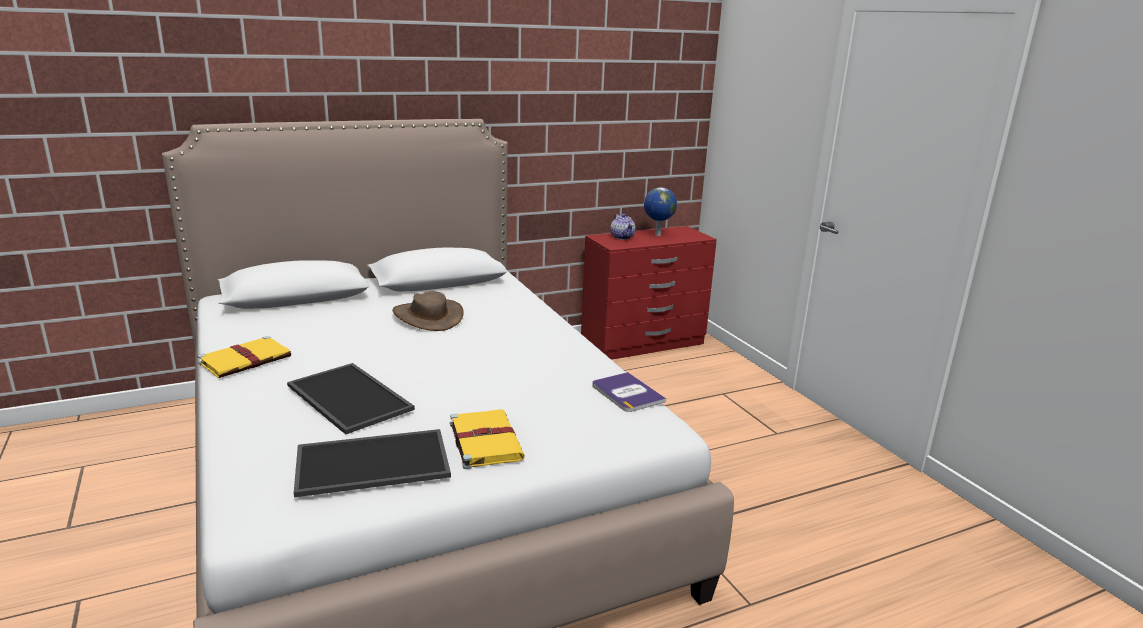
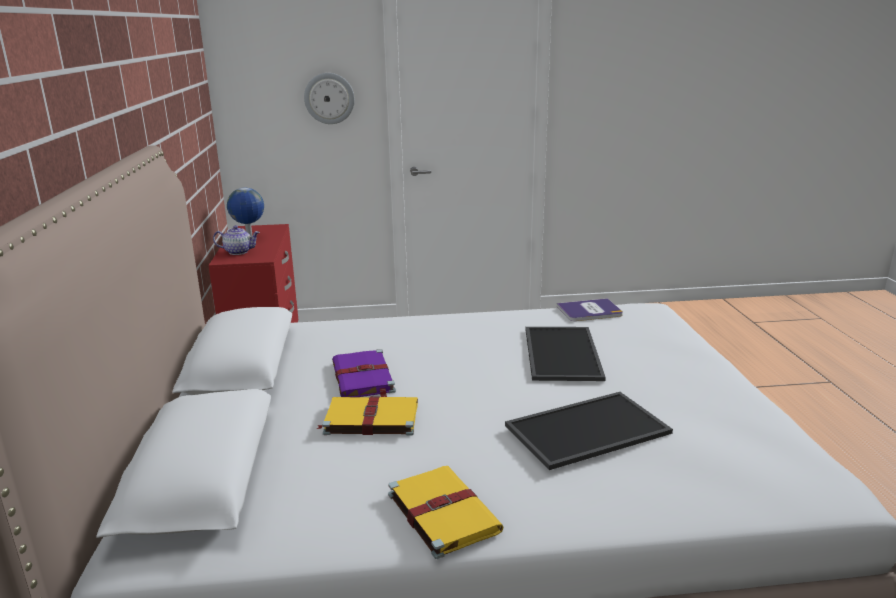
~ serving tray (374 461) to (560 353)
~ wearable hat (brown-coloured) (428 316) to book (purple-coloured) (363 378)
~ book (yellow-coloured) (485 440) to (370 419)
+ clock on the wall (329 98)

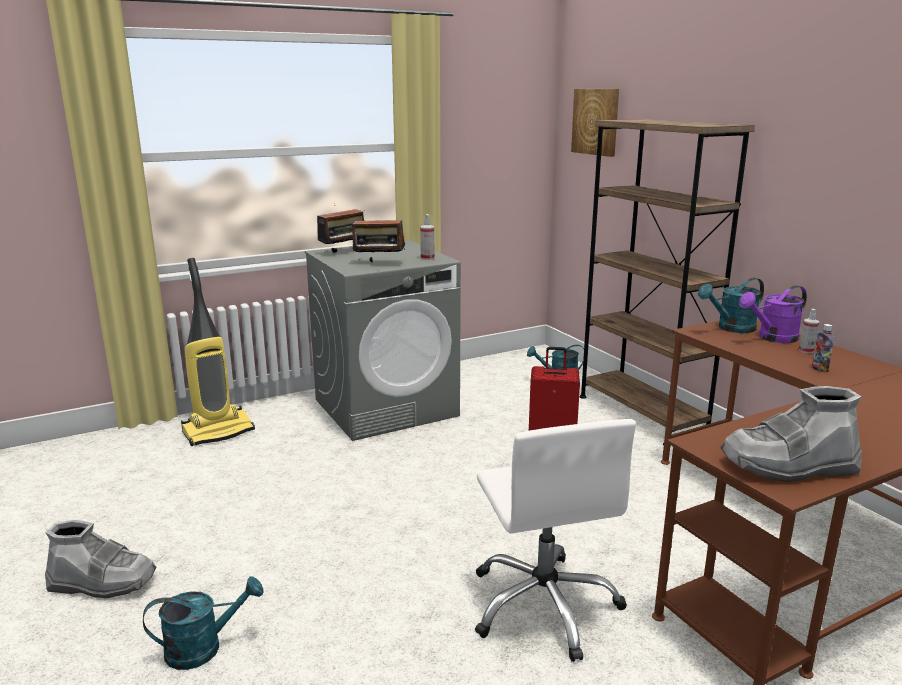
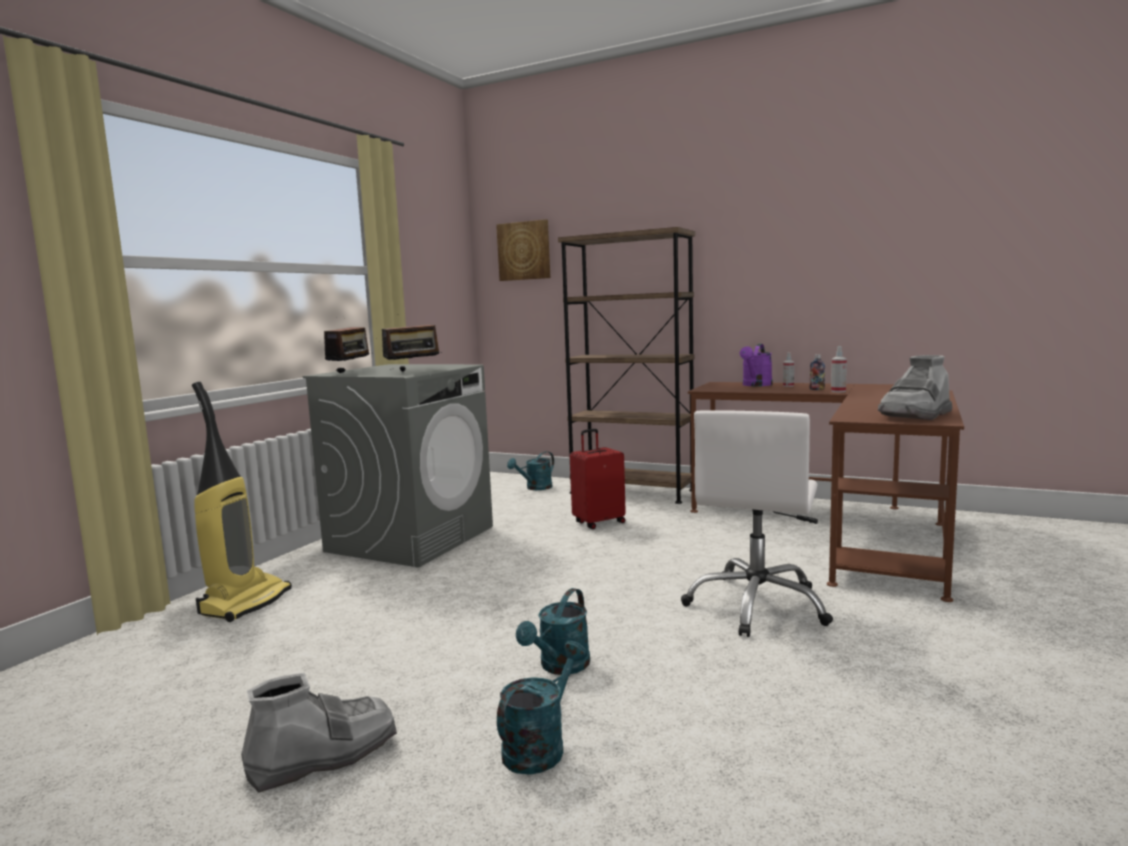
~ sprayer (427 258) to (838 391)
~ computer chair (whitish) (544 605) = (757 605) 75 degrees clockwise
~ sprinkling can (blue-green) (731 328) to (560 667)

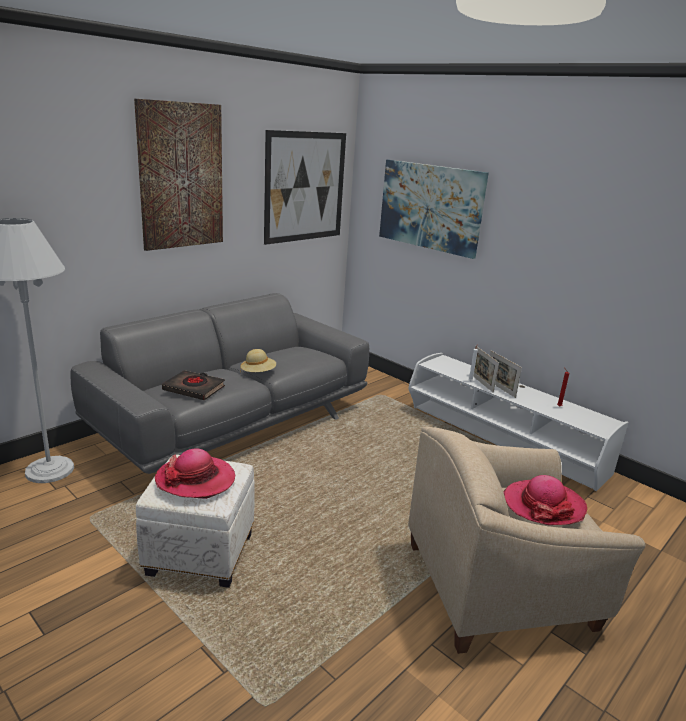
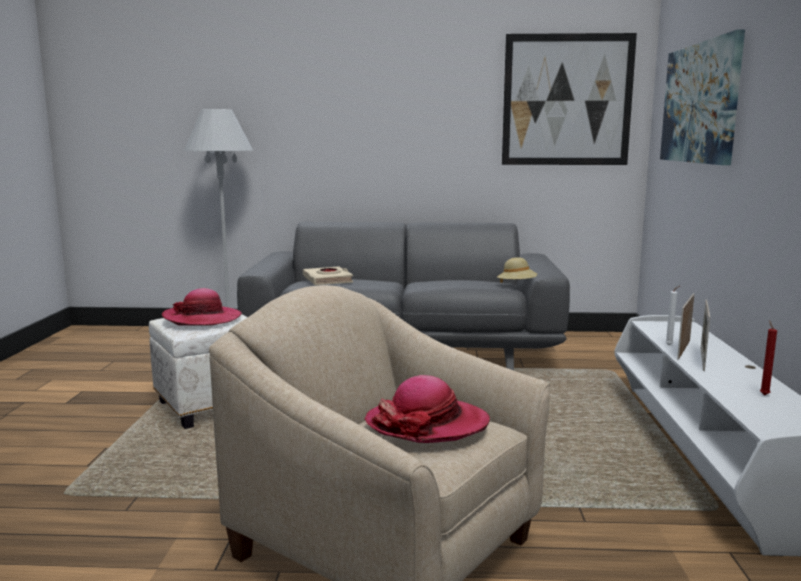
- picture (181 176)
~ book (black) (194 389) to book (beige) (328 280)
~ wearable hat (beige) (258 373) to (517 286)

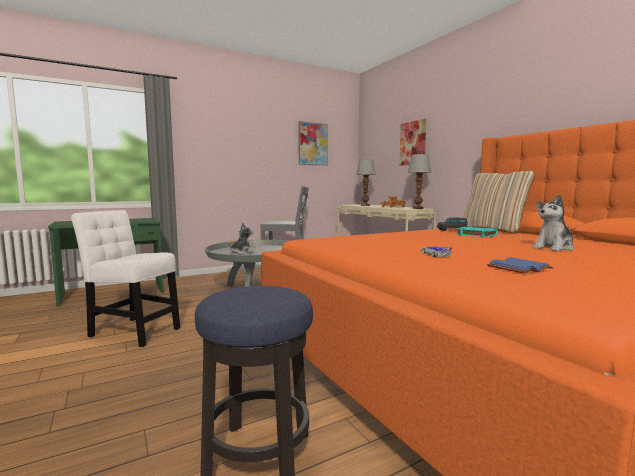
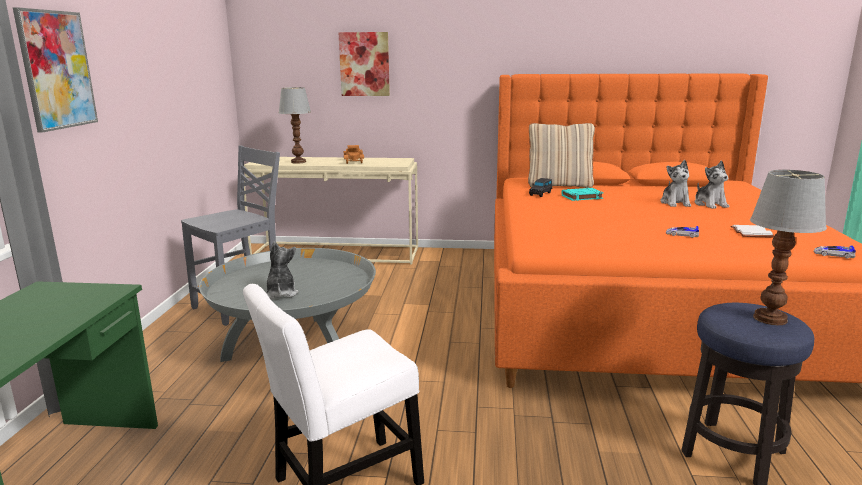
~ picture (313 144) to (57 70)
~ lamp for a table (418 208) to (770 318)
~ book (blue-coloured) (520 268) to book (whitish) (753 233)
+ cuddly toy (710 204)
+ miniature car (833 254)

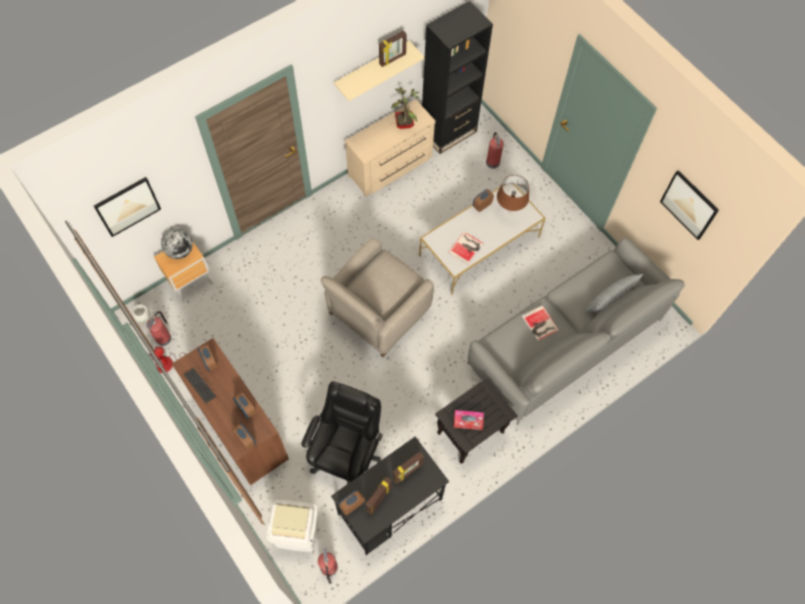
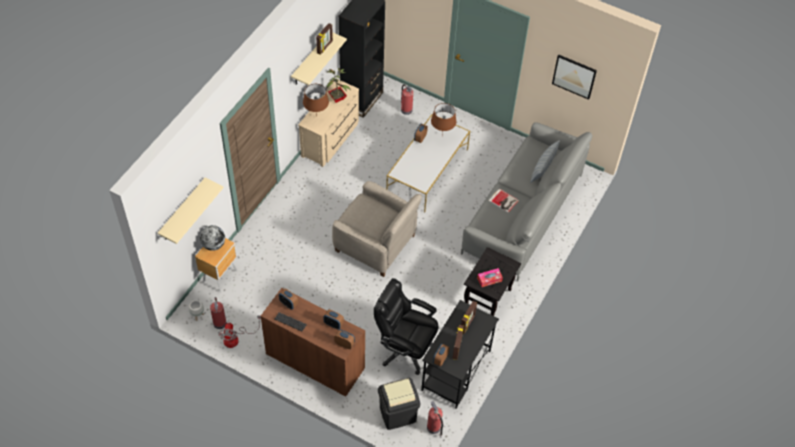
~ picture (127 206) to wall shelf (beige) (182 210)
~ waste bin (whitish) (297 532) to waste bin (black) (397 414)
~ computer chair (black) (346 454) = (405 348) 60 degrees counterclockwise
~ lounge chair (beige) (377 312) = (376 244) 75 degrees counterclockwise
- book (466 248)
+ lamp for a table (brown-coloured) (316 117)

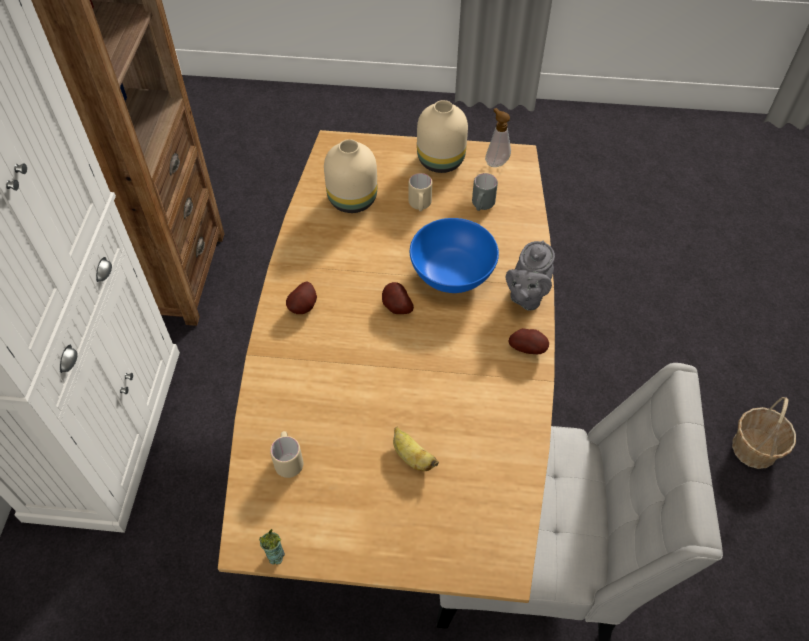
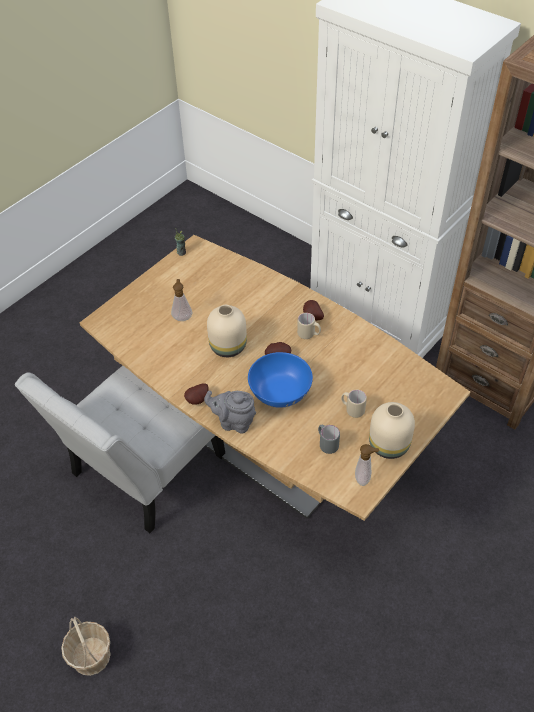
~ coffee mug (beige) (288 460) to (309 334)
~ vase (beige) (354 199) to (228 347)
~ banana fruit (412 457) to soap bottle (182 317)
~ pot for tea (greyish) (526 296) = (234 422) 45 degrees counterclockwise

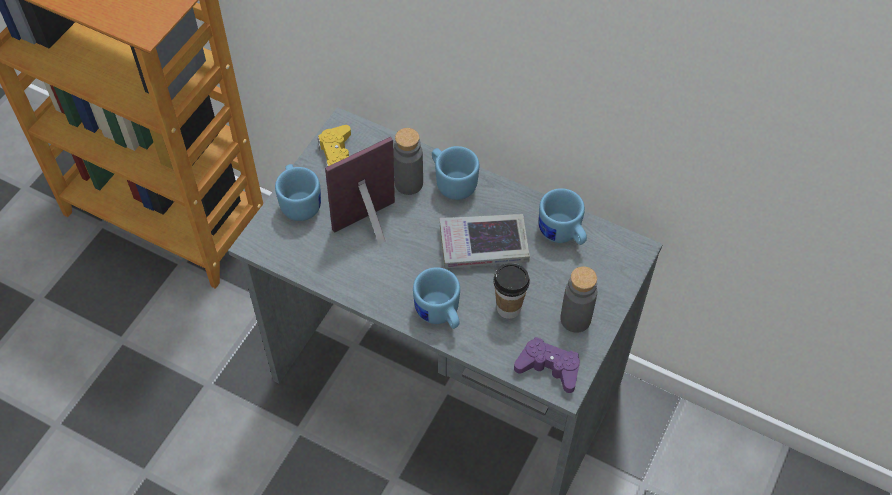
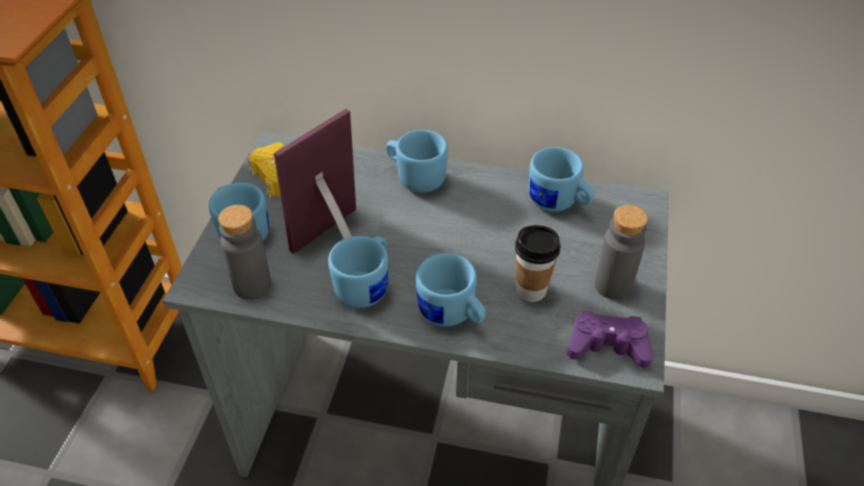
~ drink bottle (greyish) (408 183) to (252 285)
- book (483 245)
+ coffee mug (blue-coloured) (367 285)

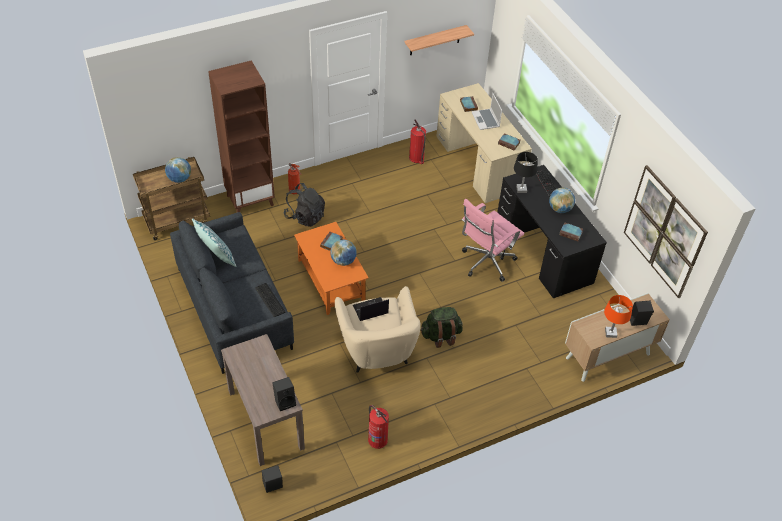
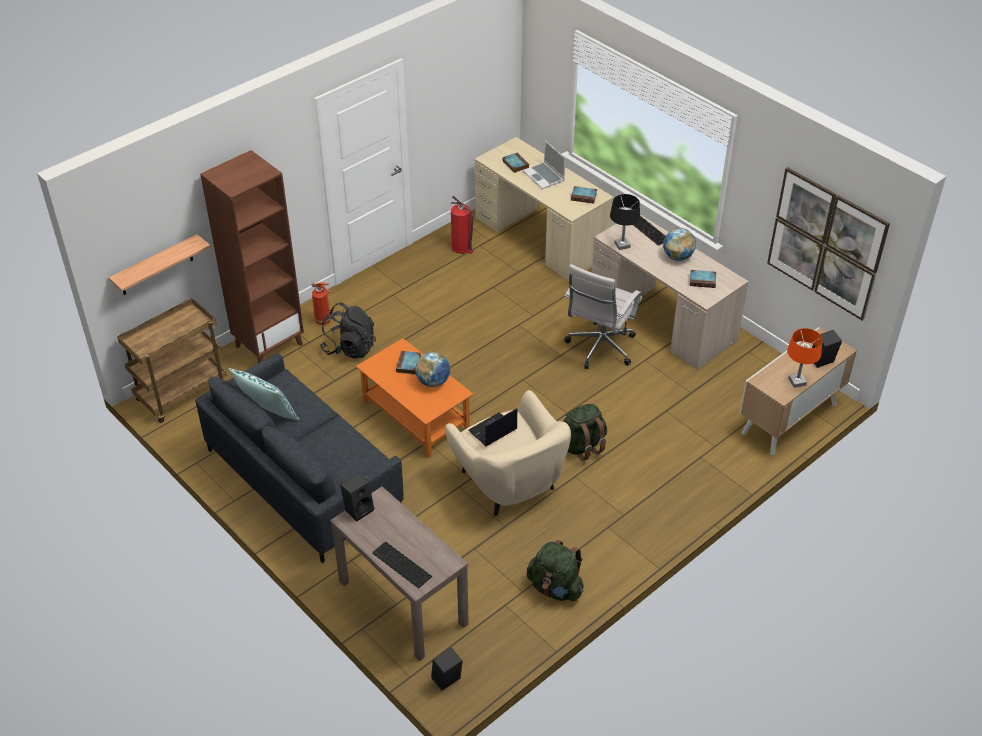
- desk globe (179 179)
~ keyboard (269 300) to (401 566)
~ speaker (black) (285 401) to (358 509)
~ fire extinguisher (377 439) to rucksack (green) (555 588)
~ wall shelf (435 40) to (156 266)
~ computer chair (pink) (486 263) to computer chair (whitish) (599 349)
~ desk table (black) (543 251) to desk table (beige) (662 319)

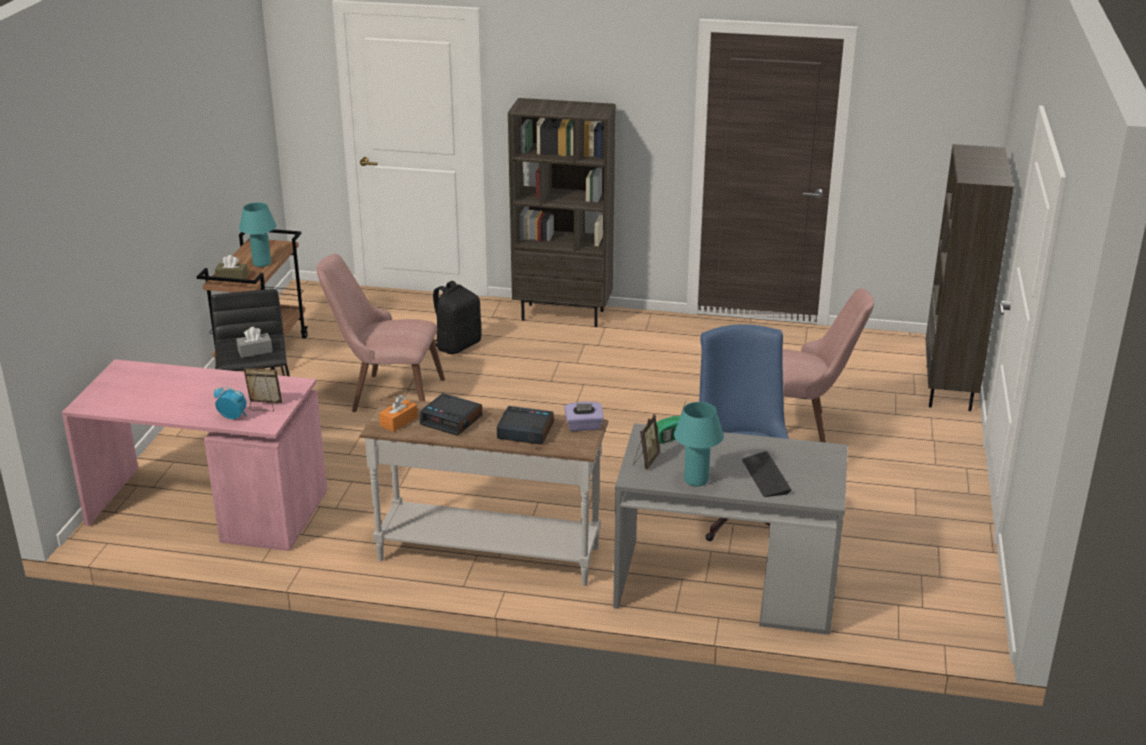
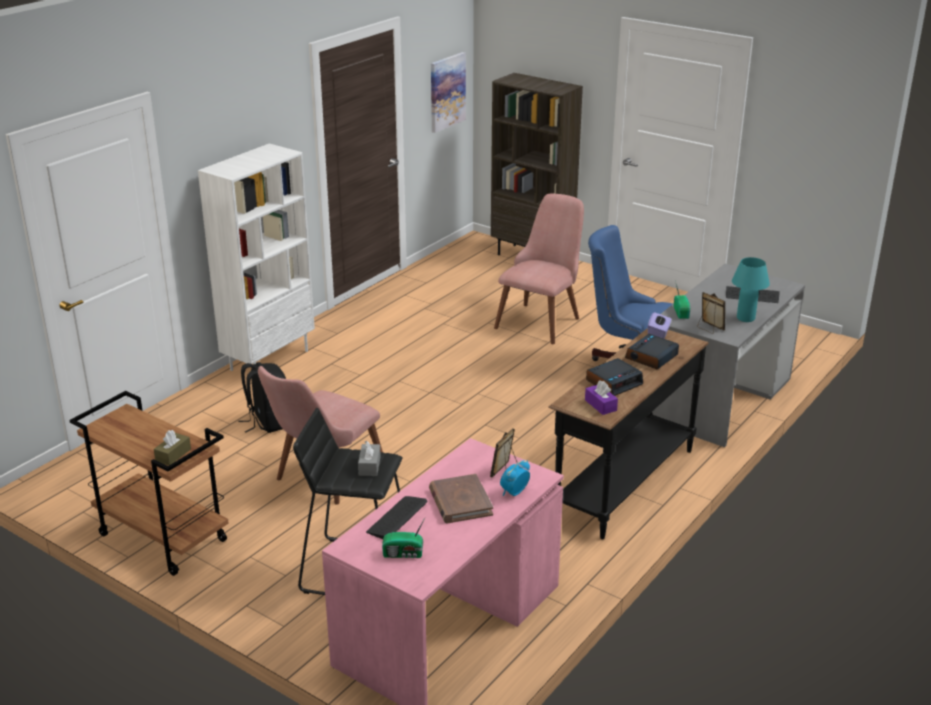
- lamp for a table (blue-green) (262 263)
~ hall table (whitish) (489 553) to hall table (black) (623 483)
~ tissue holder (orange) (398 421) to tissue holder (purple-coloured) (600 405)
~ bookcase (brown-coloured) (563 315) to bookcase (whitish) (269 360)
+ keyboard (397 518)
+ radio set (404 554)
+ book (brown-coloured) (460 502)
+ picture (447 92)

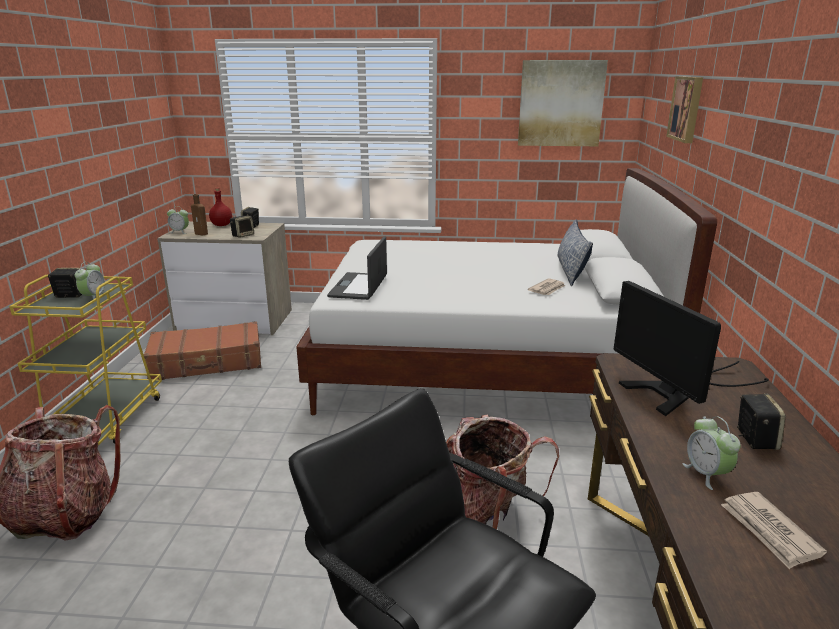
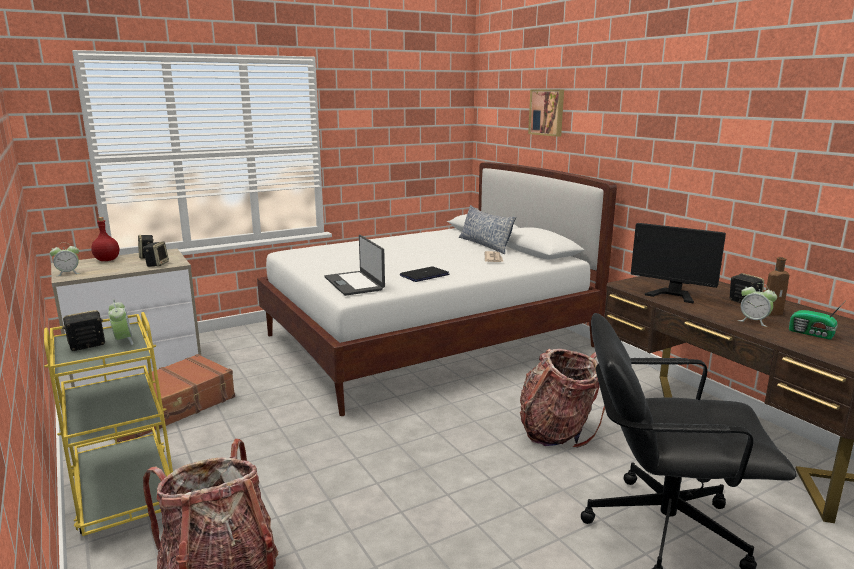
~ drink bottle (brown-coloured) (202 234) to (773 313)
- picture (560 103)
~ newspaper (769 531) to radio set (812 334)
+ notebook computer (424 275)

